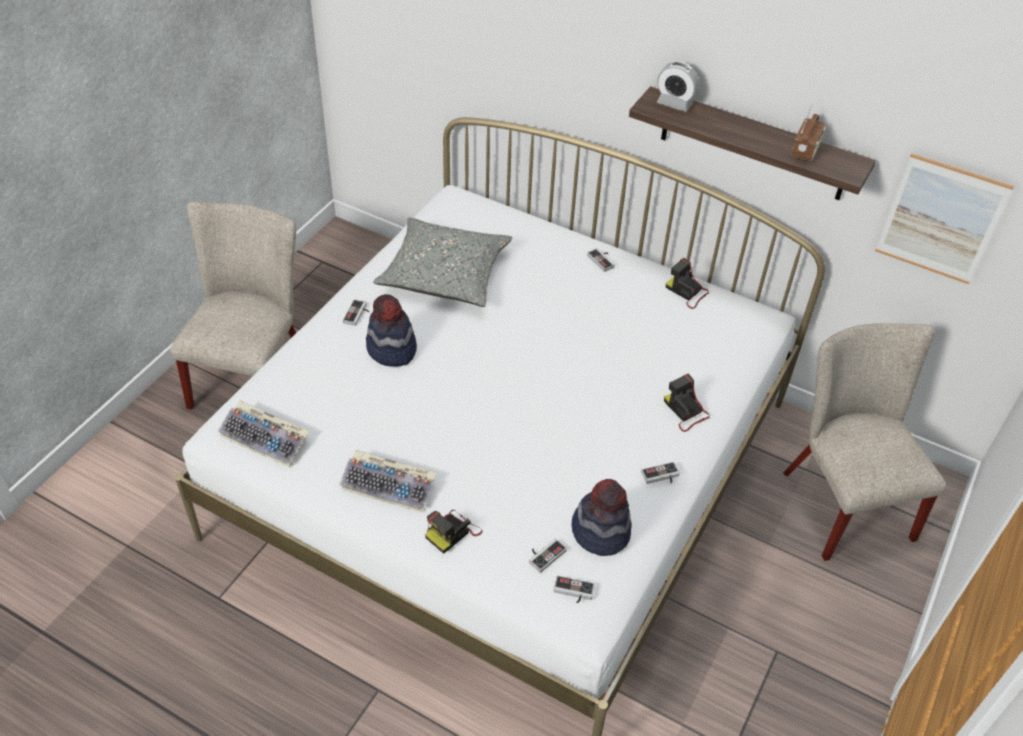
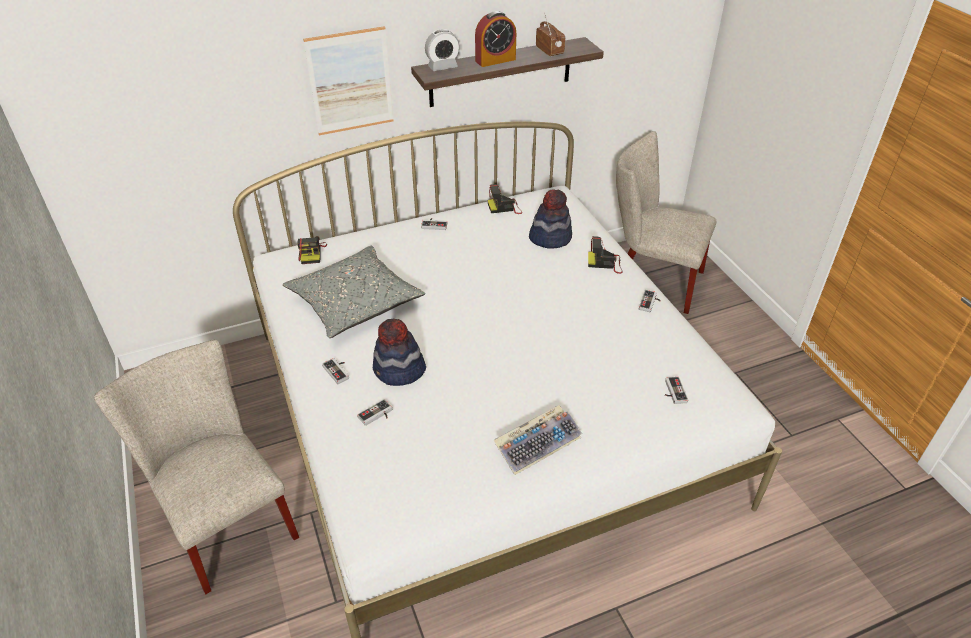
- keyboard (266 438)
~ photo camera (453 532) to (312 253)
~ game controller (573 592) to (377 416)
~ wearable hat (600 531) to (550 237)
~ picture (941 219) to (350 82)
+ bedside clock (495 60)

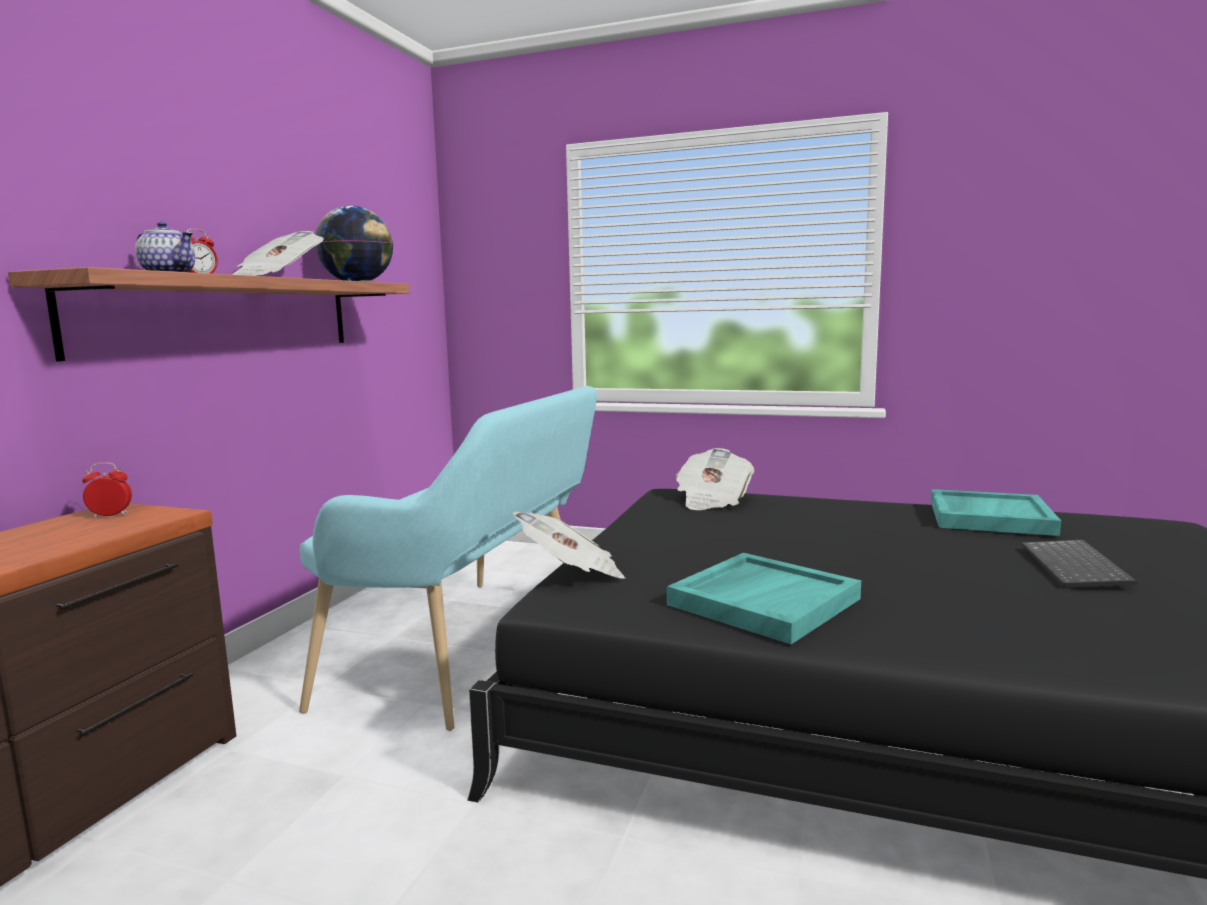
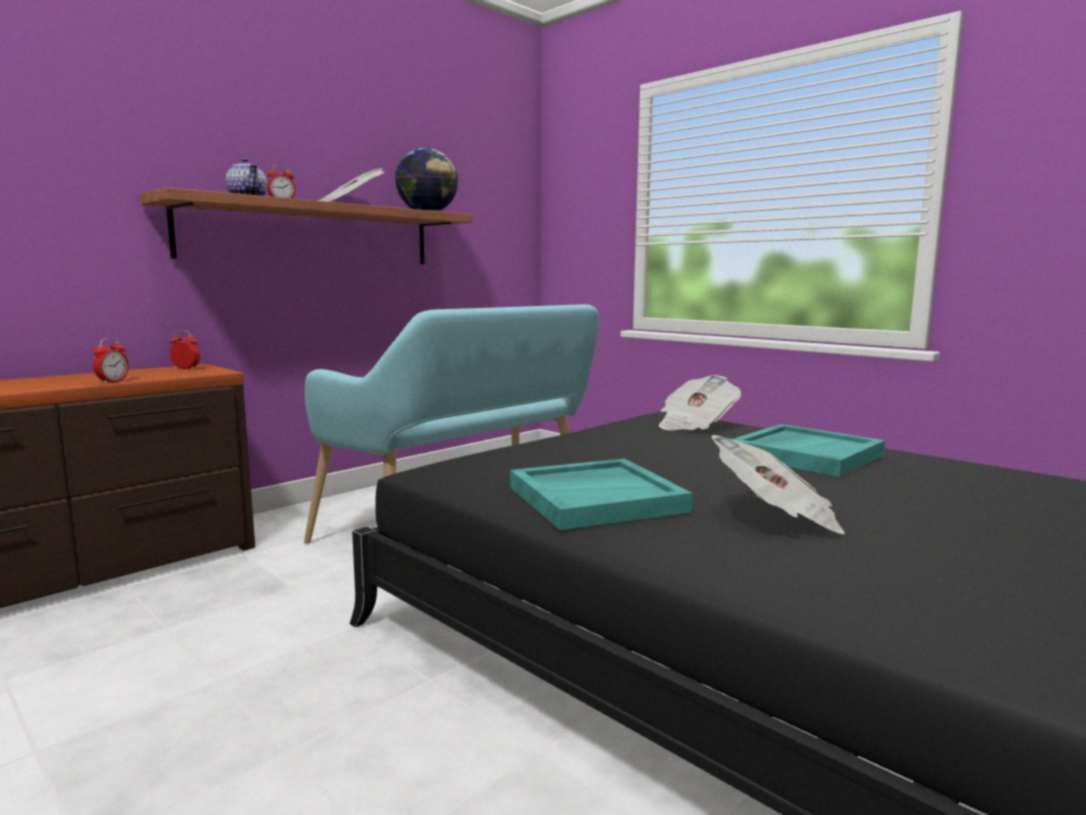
~ newspaper (571 573) to (776 517)
~ serving tray (blue-green) (988 517) to (805 454)
- keyboard (1077 567)
+ bedside clock (113 382)

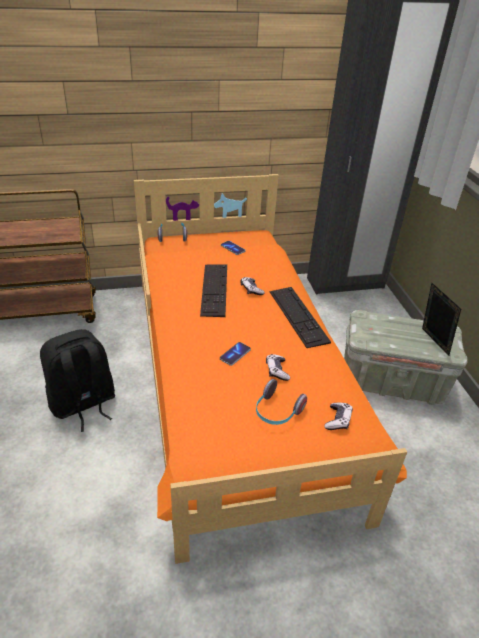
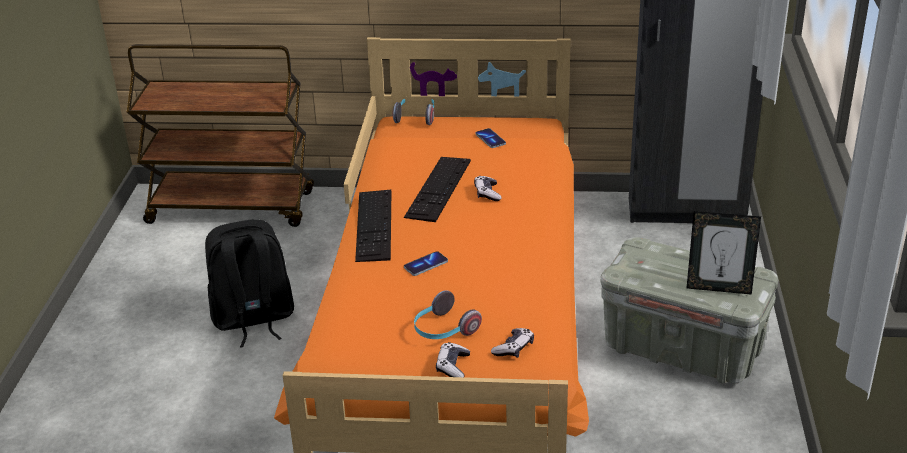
~ game controller (277 371) to (452 366)
~ keyboard (298 316) to (374 225)
~ standing frame (432 342) = (718 288) 105 degrees clockwise

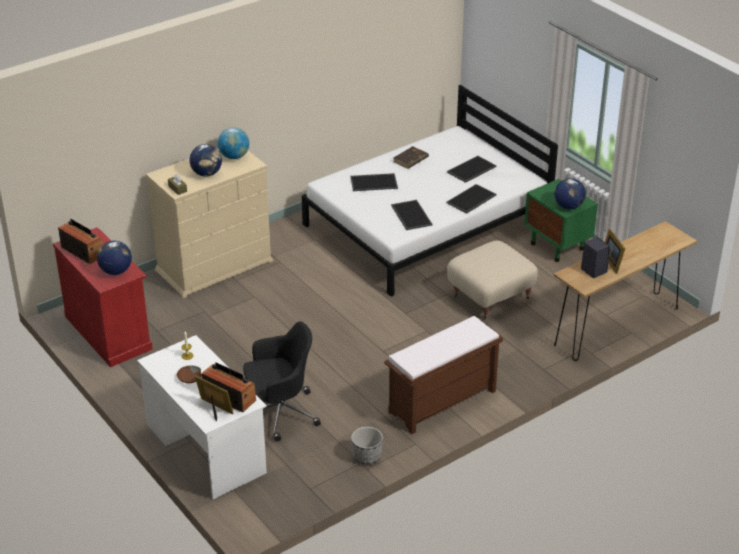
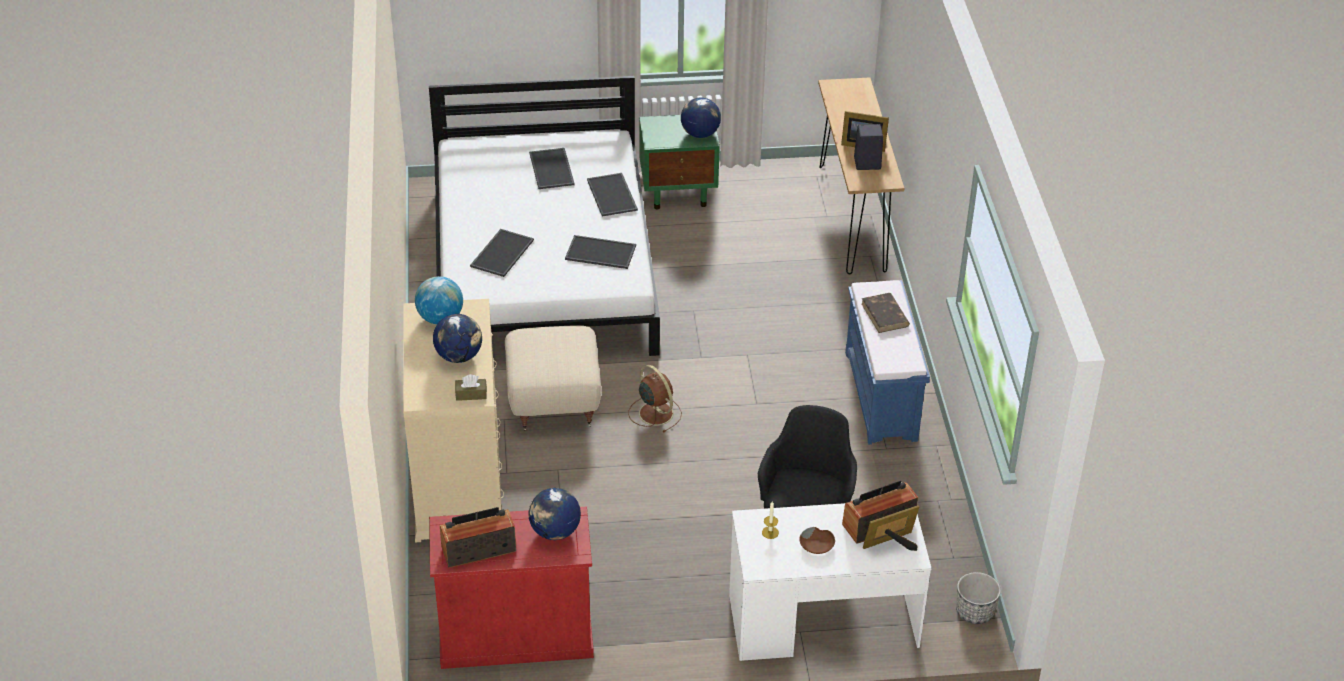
~ planter (367 456) to (975 612)
~ indoor bench (brown-coloured) (441 402) to indoor bench (blue-coloured) (881 396)
~ book (brown-coloured) (410 159) to (885 315)
~ footrest (beige) (491 297) to (554 400)
+ cooling fan (brown-coloured) (655 412)

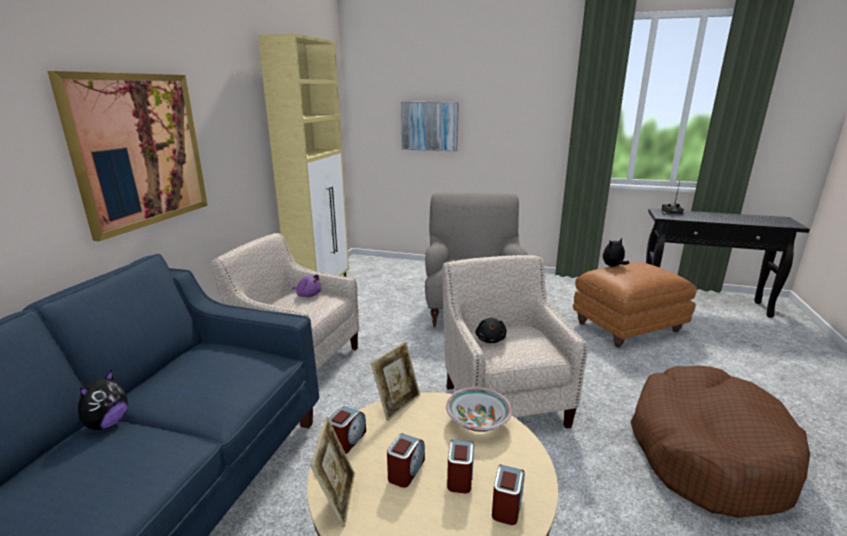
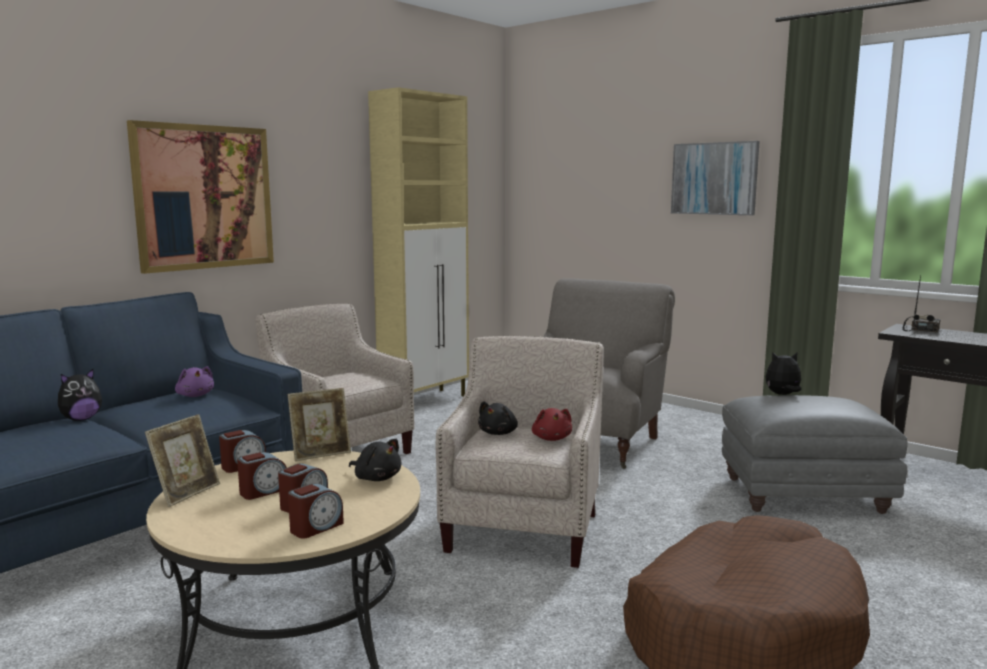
~ cuddly toy (purple-coloured) (308 295) to (195 395)
~ picture (429 126) to (714 178)
~ bowl (477 421) to cuddly toy (black) (376 478)
~ footrest (brown-coloured) (627 328) to footrest (greyish) (802 496)
+ cuddly toy (red) (551 438)

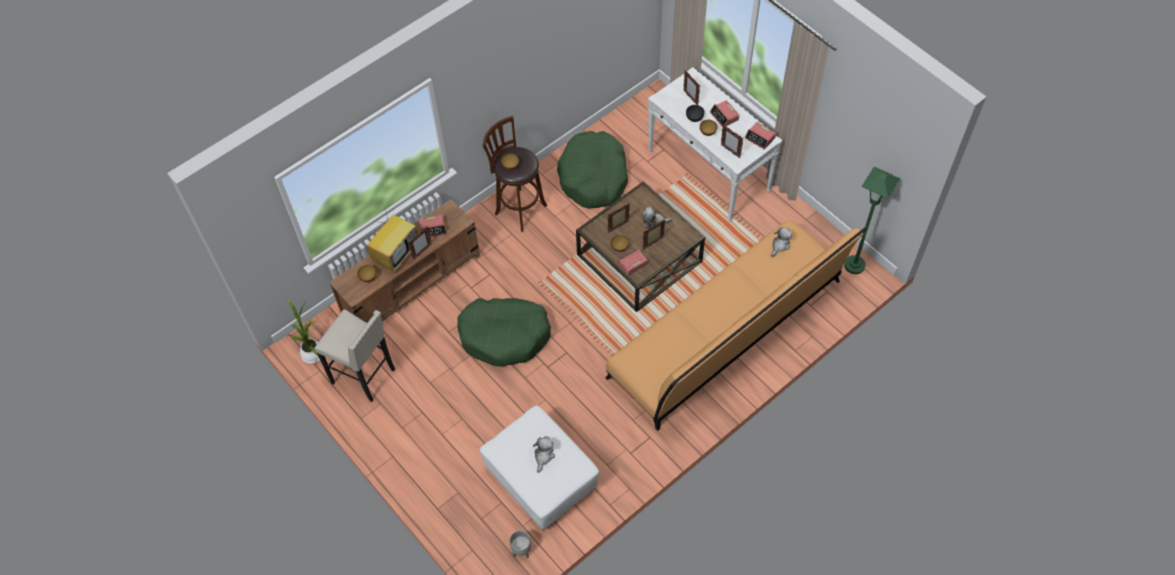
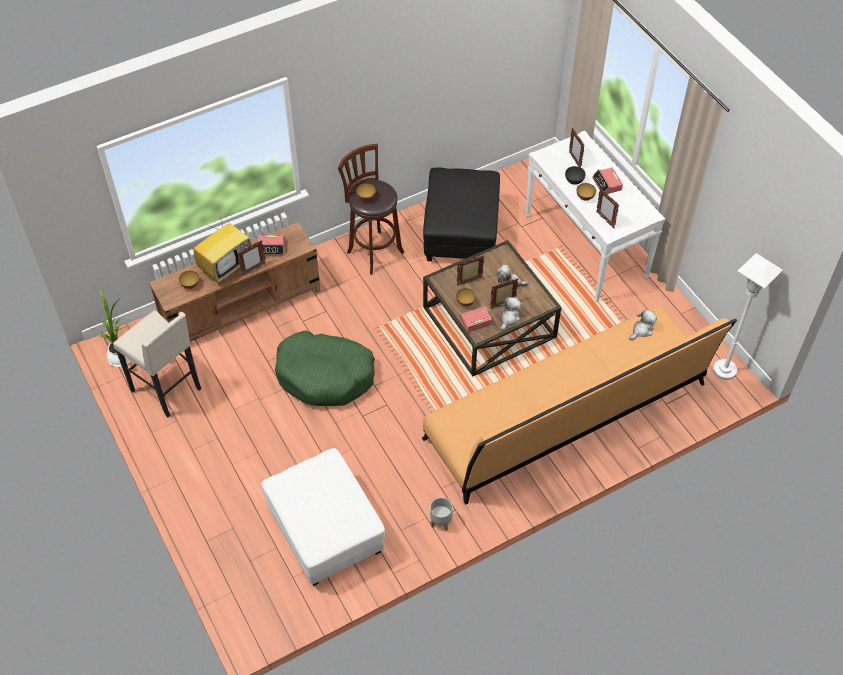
~ planter (greyish) (521 550) to (440 522)
~ cuddly toy (543 456) to (509 318)
~ dog bed (green) (593 177) to footrest (black) (460 233)
- bedside clock (760 138)
~ standing lamp (green) (854 265) to standing lamp (whitish) (724 370)

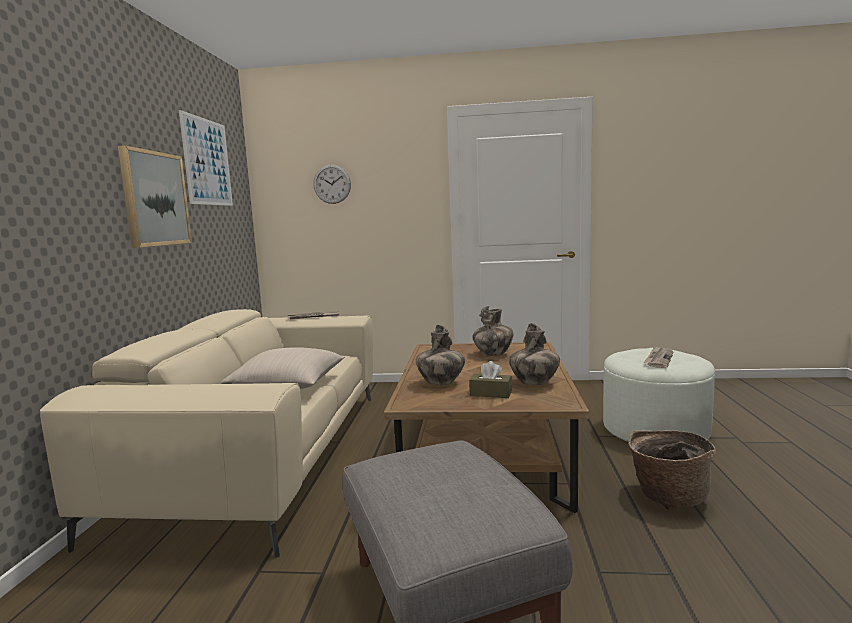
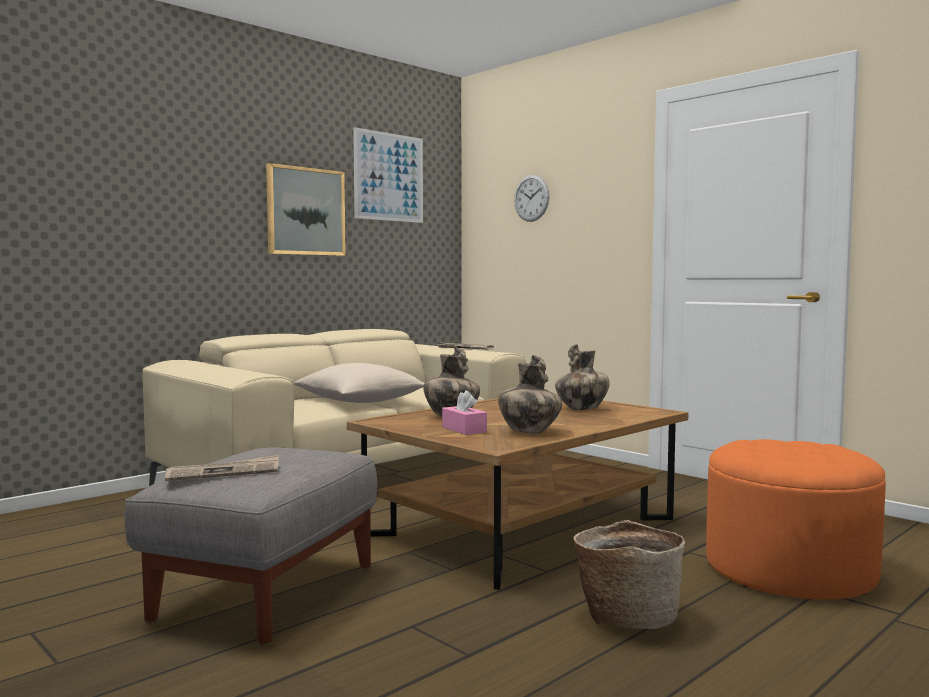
~ tissue holder (brown-coloured) (490 393) to tissue holder (pink) (464 429)
~ footrest (whitish) (655 429) to footrest (orange) (789 569)
~ newspaper (659 359) to (224 472)

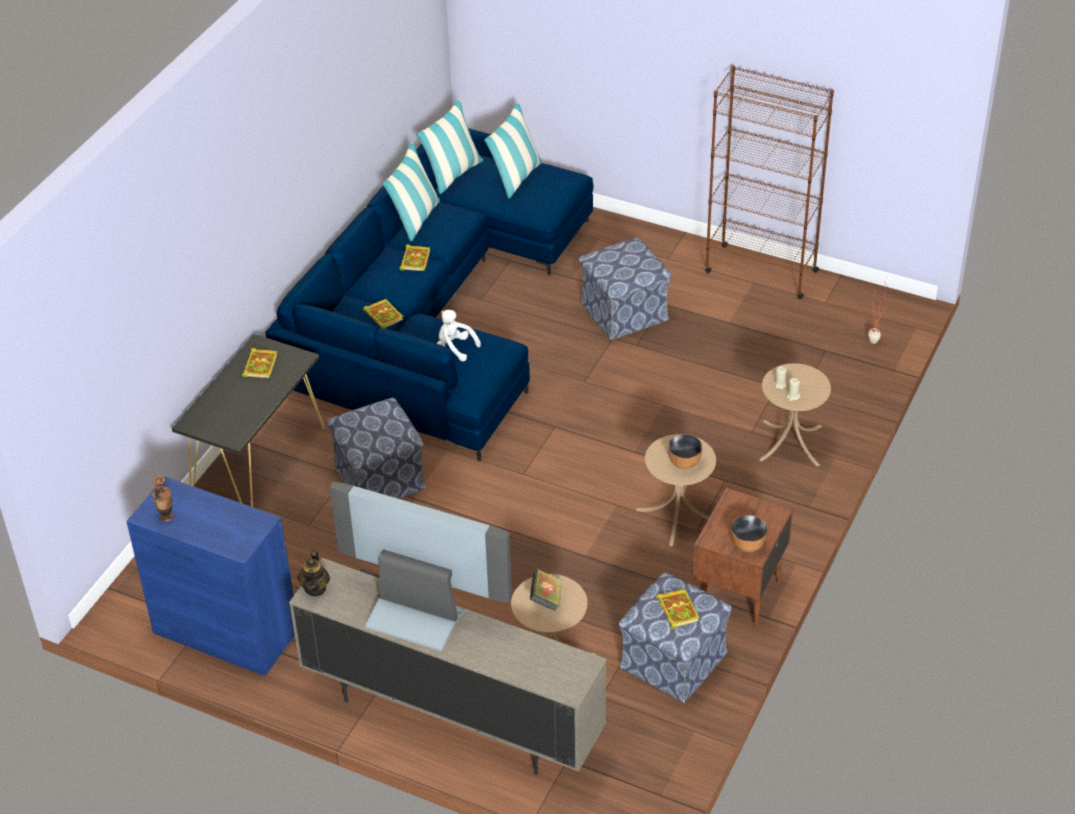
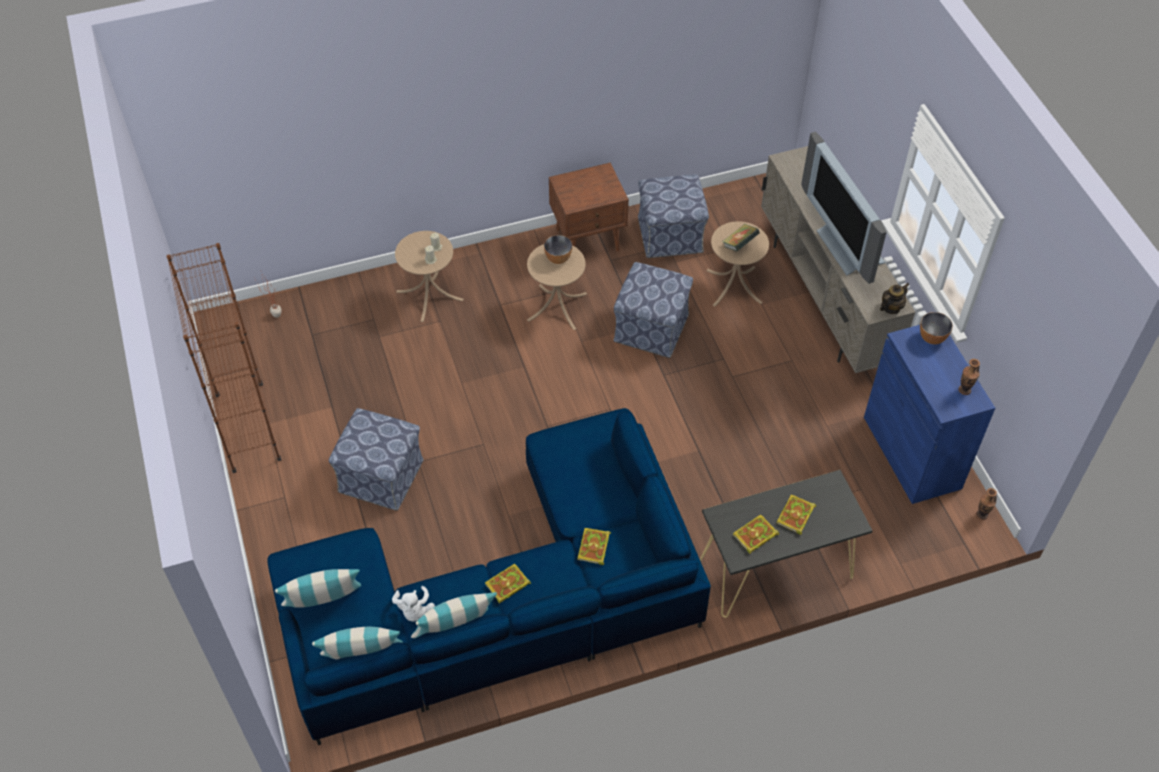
~ footrest (380 479) to (651 327)
~ cuddly toy (whitish) (455 348) to (414 610)
~ book (677 609) to (795 516)
~ bowl (747 545) to (932 338)
+ vase (981 514)

